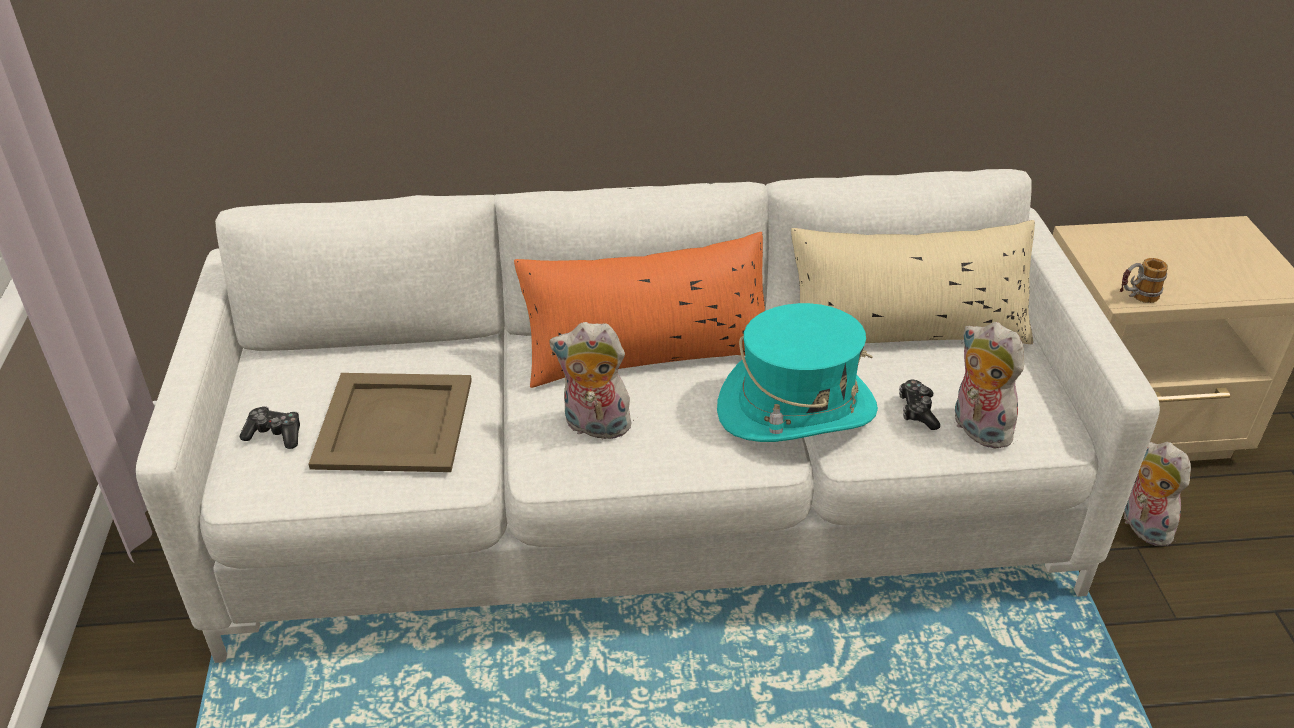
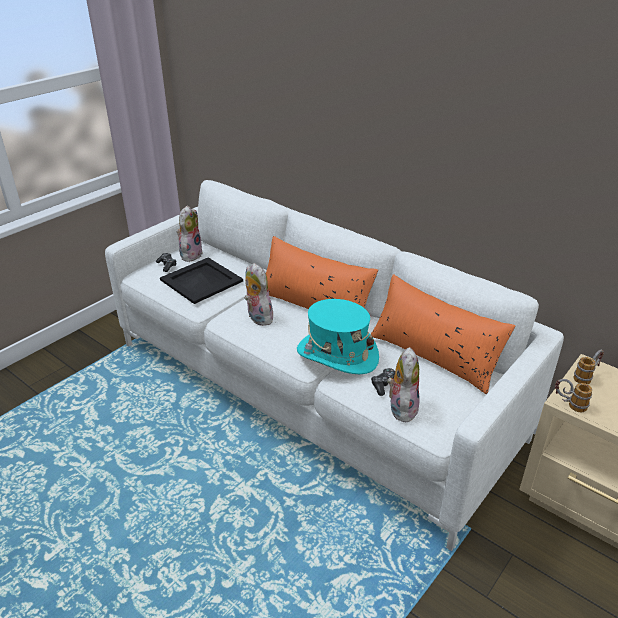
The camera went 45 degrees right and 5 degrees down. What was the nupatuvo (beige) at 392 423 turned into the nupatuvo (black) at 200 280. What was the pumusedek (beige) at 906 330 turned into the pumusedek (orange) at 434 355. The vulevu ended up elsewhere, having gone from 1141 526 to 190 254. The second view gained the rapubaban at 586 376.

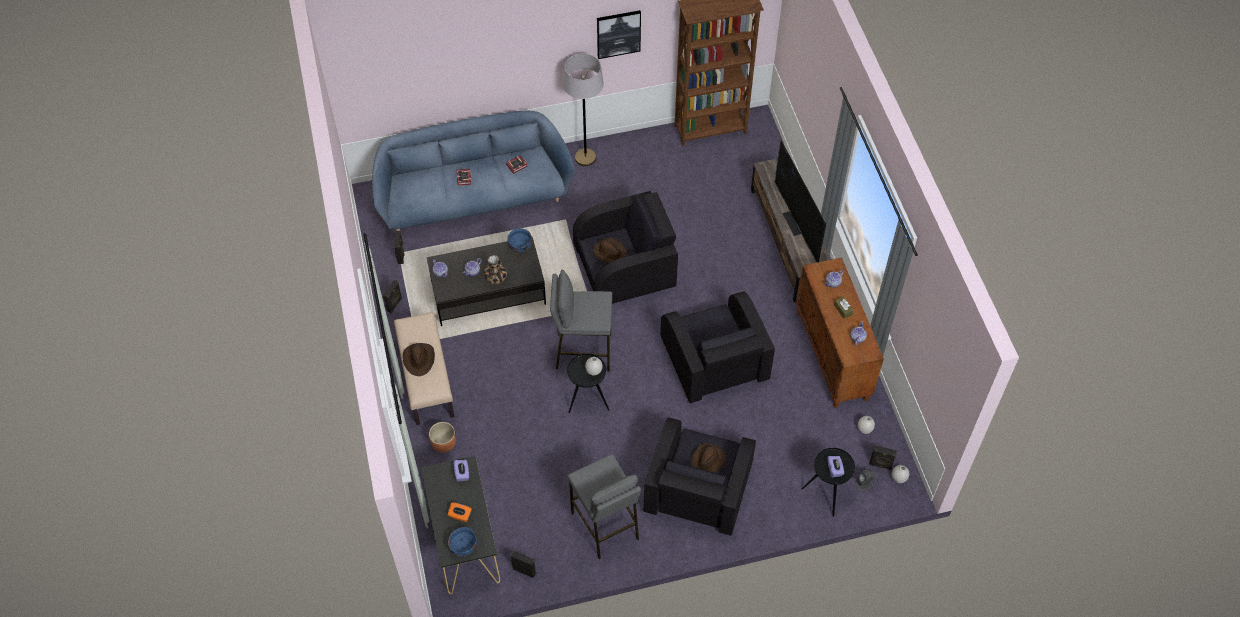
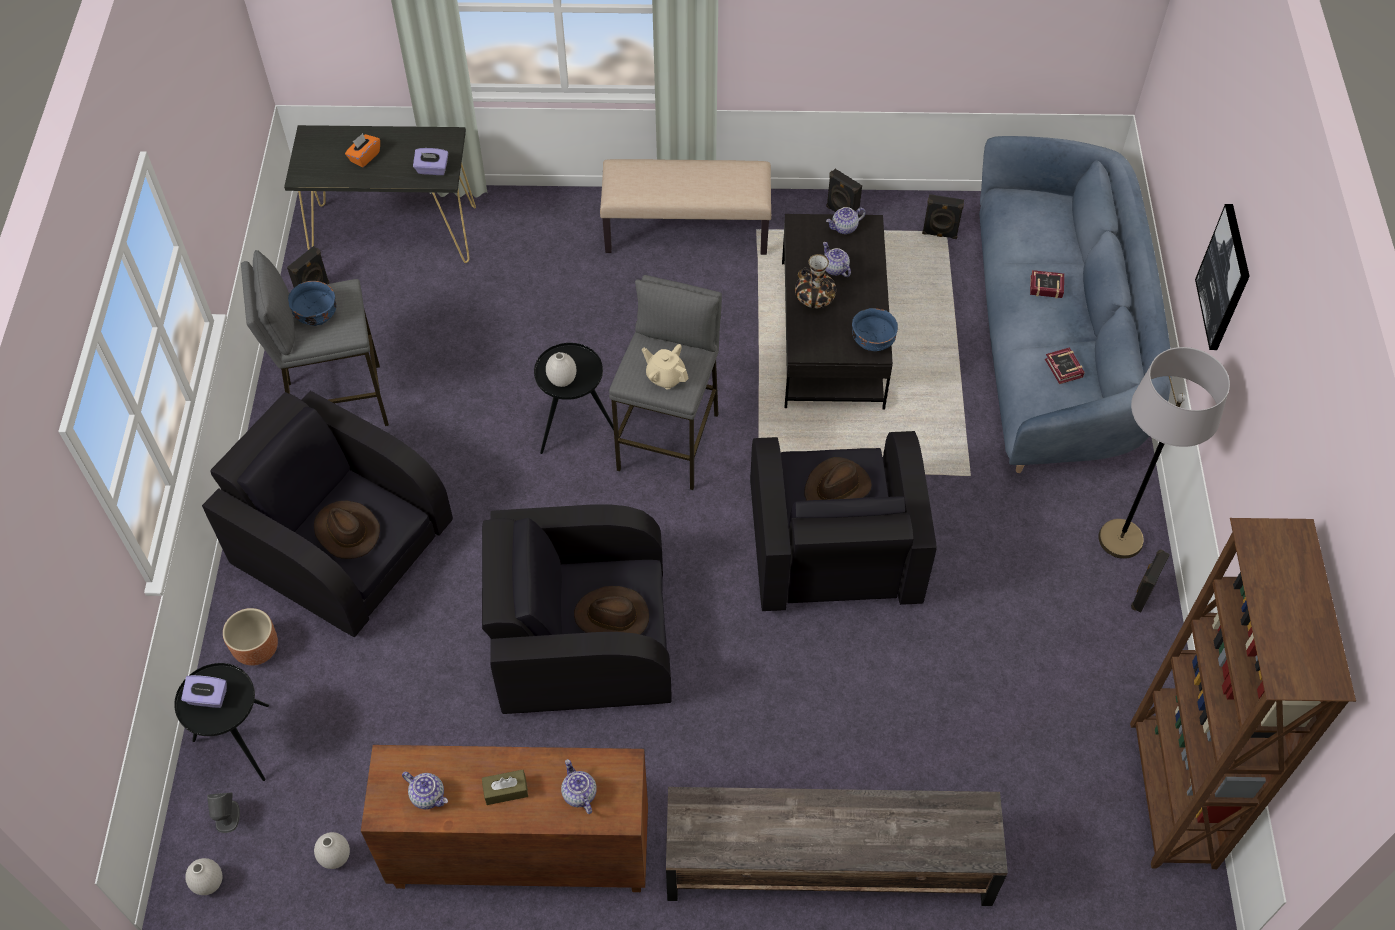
The camera went 105 degrees right and 0 degrees up. The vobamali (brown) ended up elsewhere, having gone from 419 359 to 612 617. The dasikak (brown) ended up elsewhere, having gone from 444 443 to 257 649. The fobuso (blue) ended up elsewhere, having gone from 464 547 to 316 316. The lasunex ended up elsewhere, having gone from 618 33 to 1225 278. The second view lost the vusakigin at 796 223. The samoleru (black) ended up elsewhere, having gone from 880 465 to 1142 594. The second view gained the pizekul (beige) at 665 377.

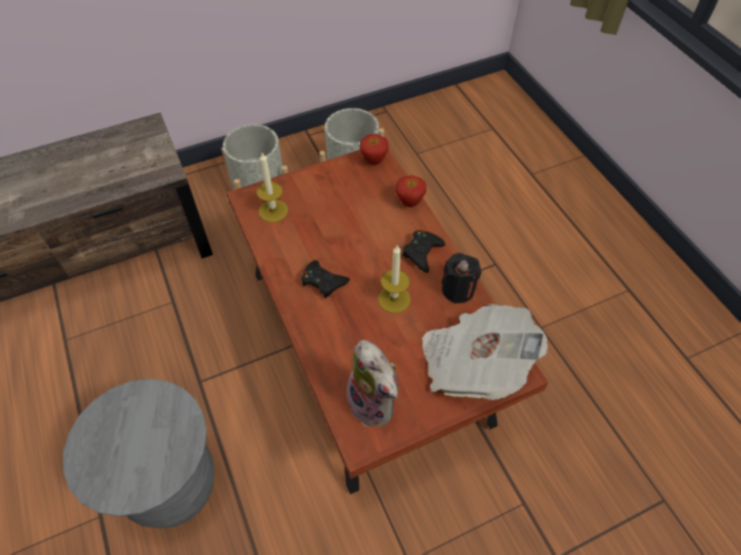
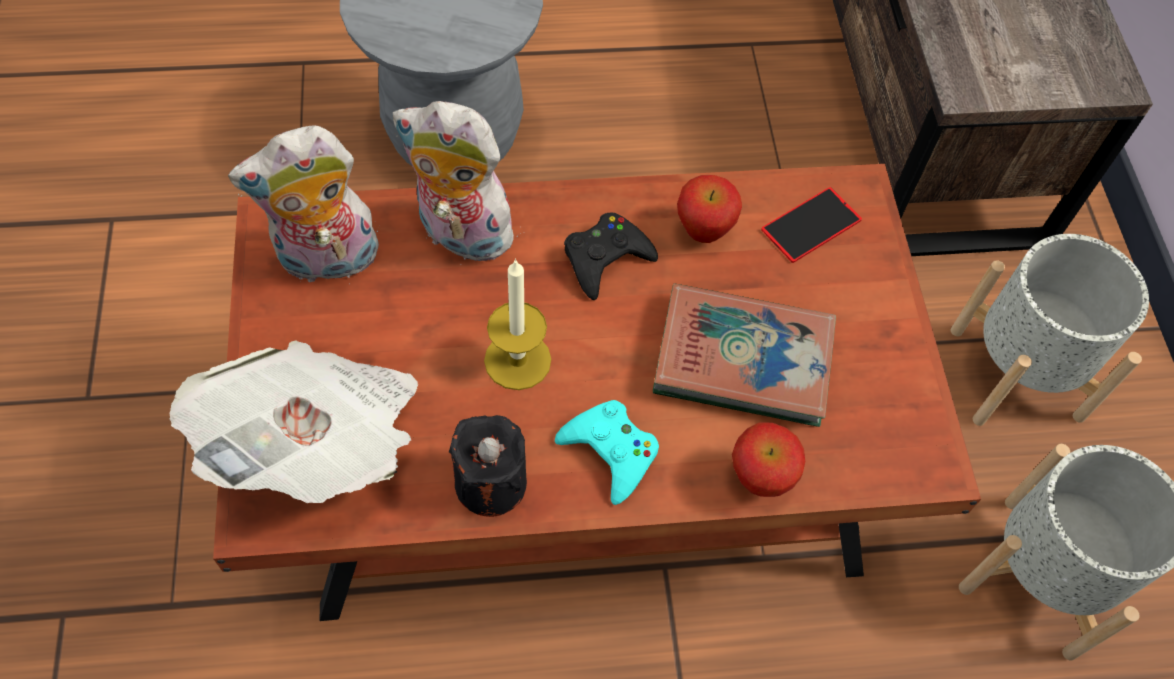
The camera went 105 degrees right and 5 degrees up. Where the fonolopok stood at 273 211, the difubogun came to stand at 811 225. The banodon ended up elsewhere, having gone from 374 161 to 703 232. What was the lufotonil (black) at 422 252 turned into the lufotonil (turquoise) at 610 452. The second view gained the vulevu at 460 235. The second view gained the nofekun at 743 360.

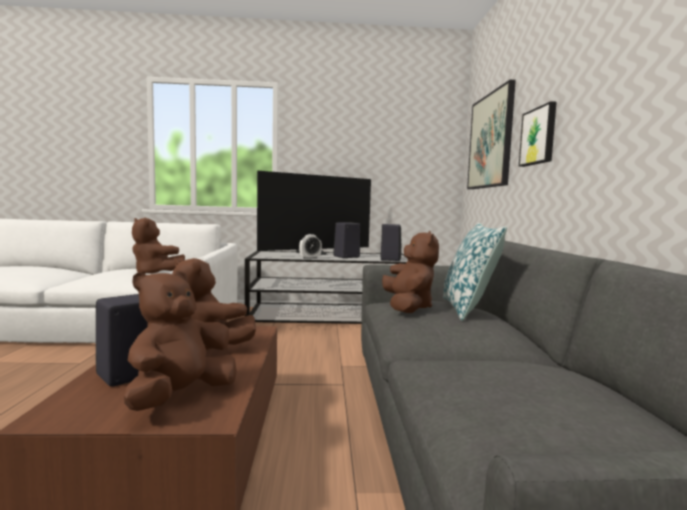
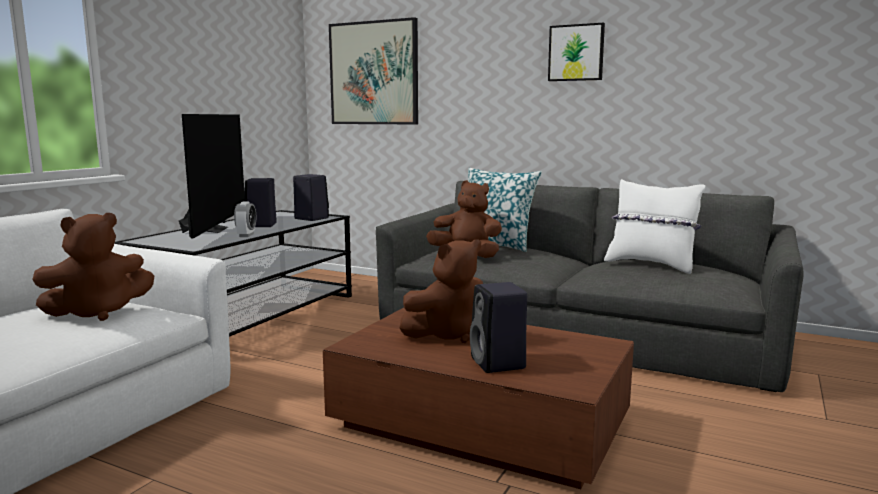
The camera went 60 degrees left and 5 degrees up. The second view lost the vulevu (brown) at 180 397. The lasunex ended up elsewhere, having gone from 539 136 to 576 53. The second view gained the pumusedek (white) at 651 265.

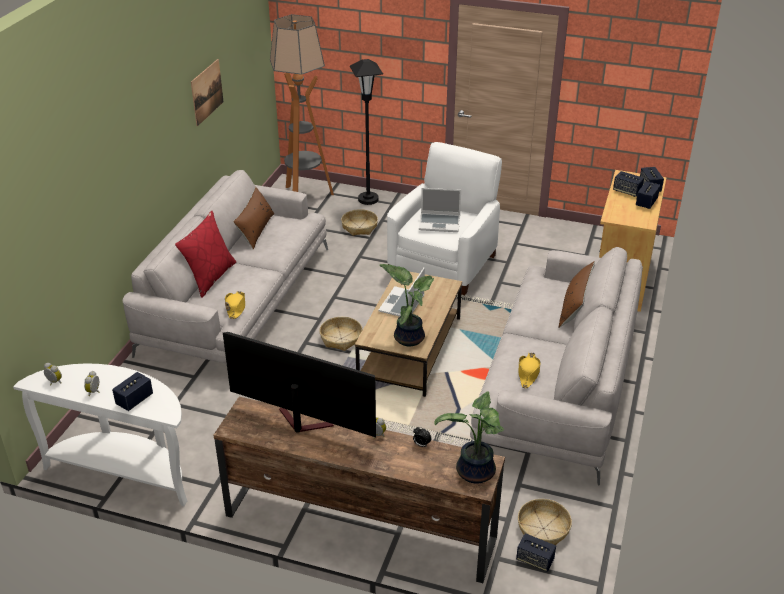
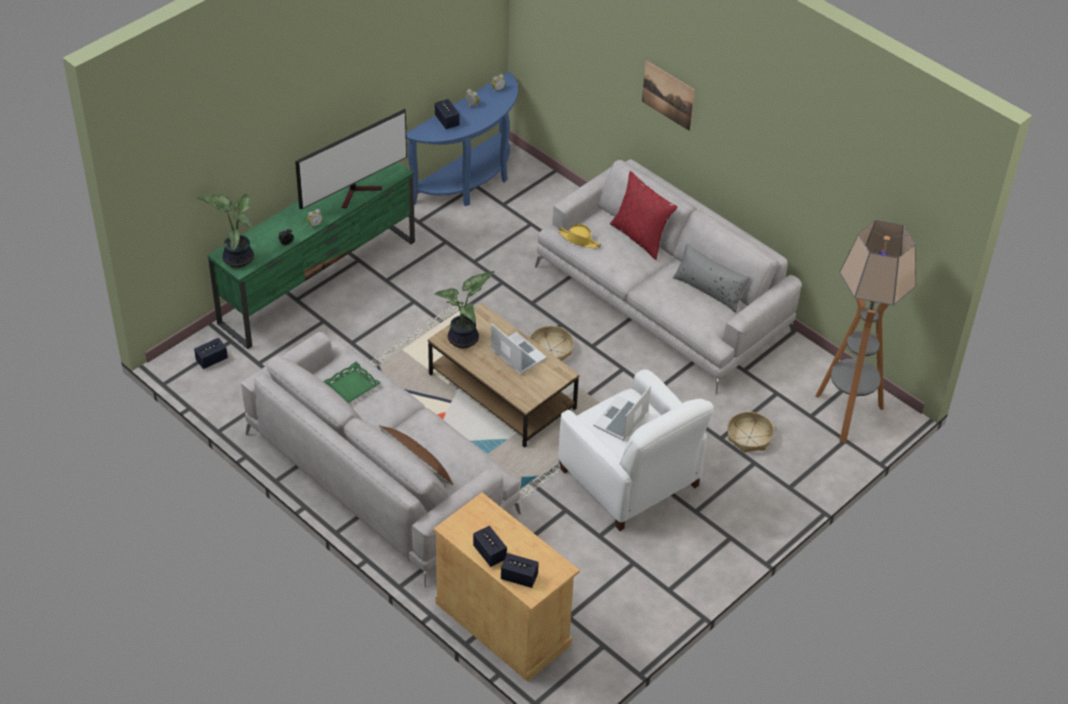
The camera went 115 degrees right and 10 degrees up. What was the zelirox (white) at 125 471 turned into the zelirox (blue) at 470 182. The lasunex ended up elsewhere, having gone from 207 92 to 668 95. What was the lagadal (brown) at 358 526 turned into the lagadal (green) at 319 282. What was the pumusedek (brown) at 255 230 turned into the pumusedek (grey) at 709 290. The second view lost the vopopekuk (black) at 368 199. Where the vobamali (yellow) stood at 528 373, the nupatuvo (green) came to stand at 351 386. The second view lost the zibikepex at 543 529. The second view lost the samoleru at 627 191.

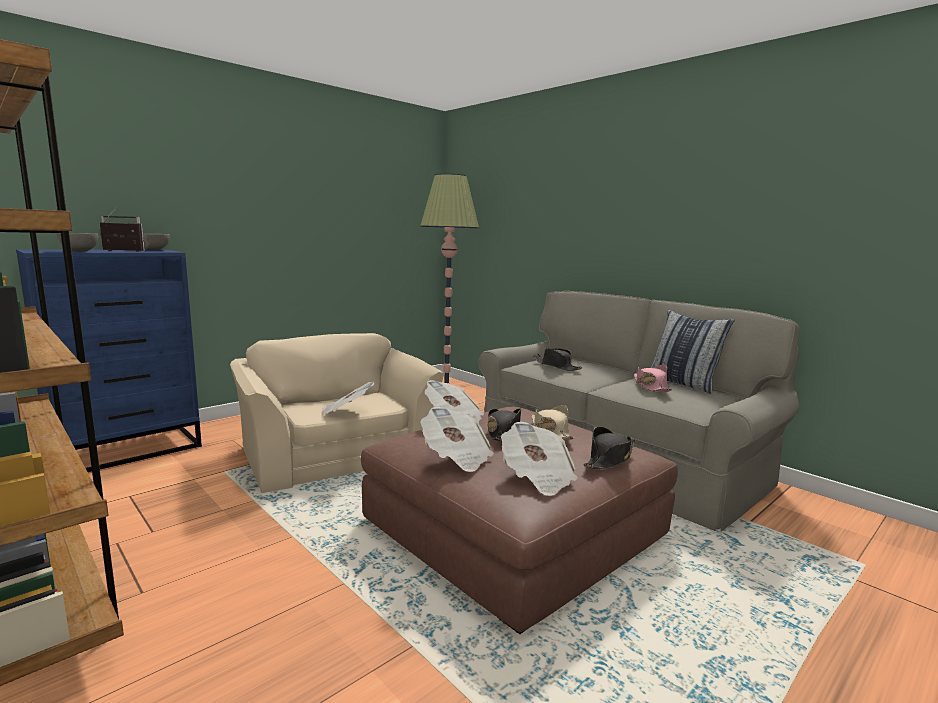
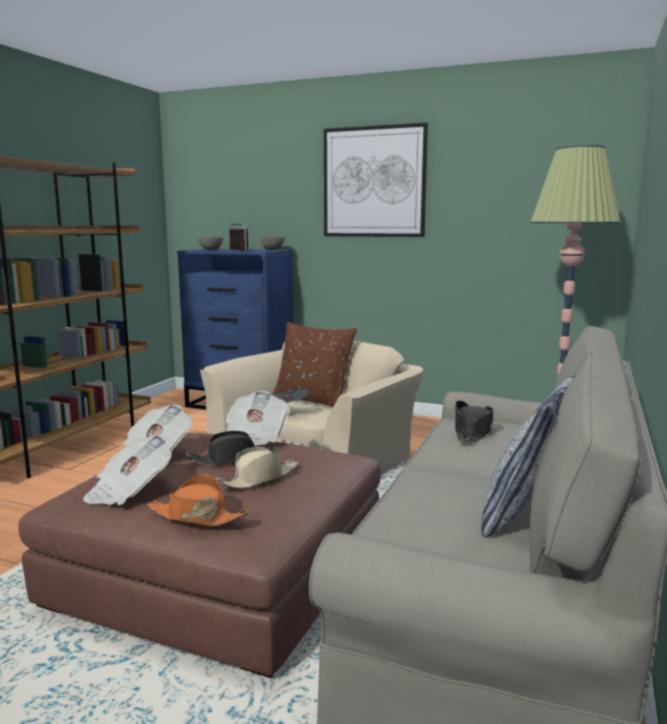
The camera went 65 degrees right and 0 degrees up. What was the vobamali (black) at 609 459 turned into the vobamali (orange) at 197 516. The second view lost the vobamali (pink) at 650 386. The second view gained the pumusedek (brown) at 313 400. The second view gained the lasunex at 374 182.

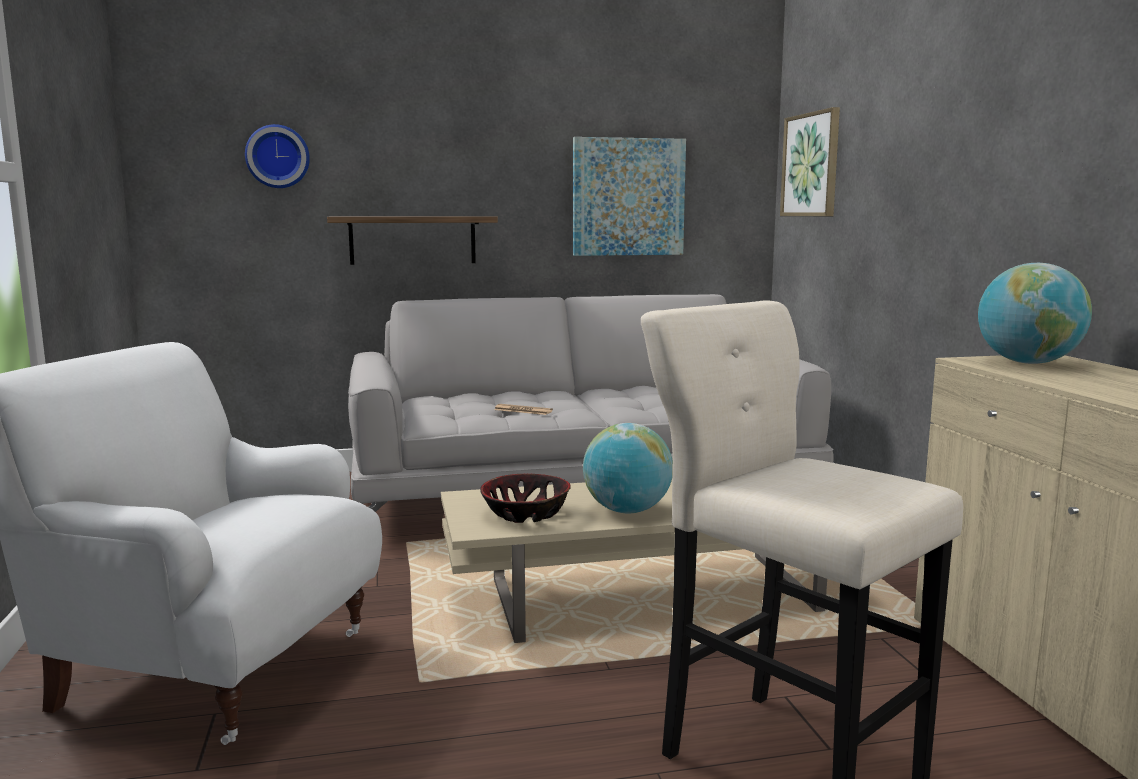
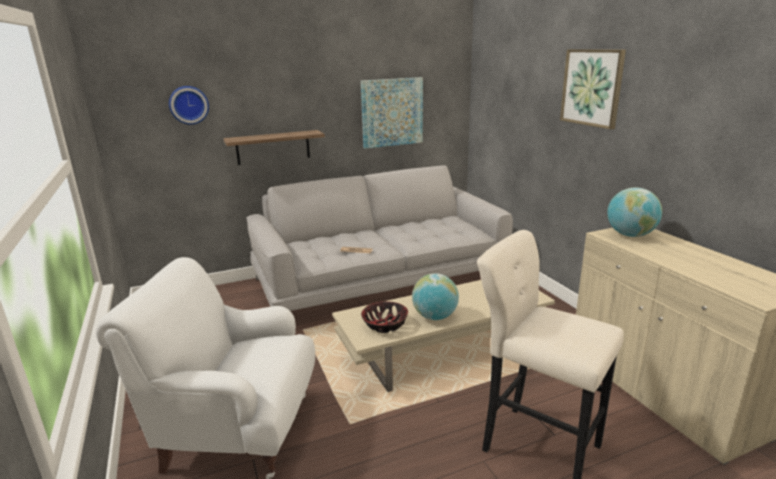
The camera went 10 degrees left and 10 degrees up. The lasunex ended up elsewhere, having gone from 811 165 to 592 87.

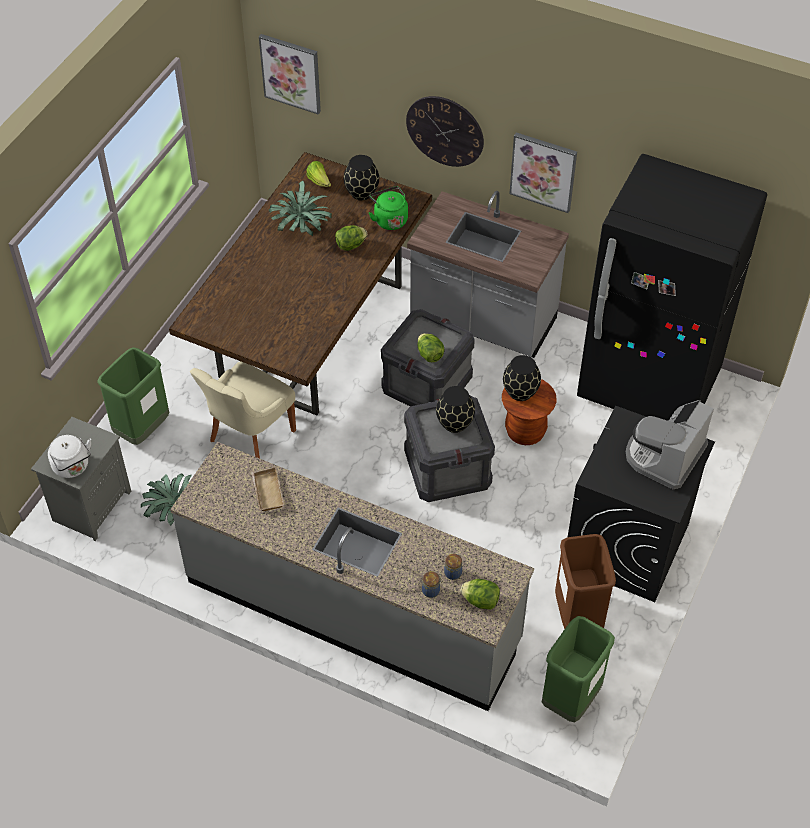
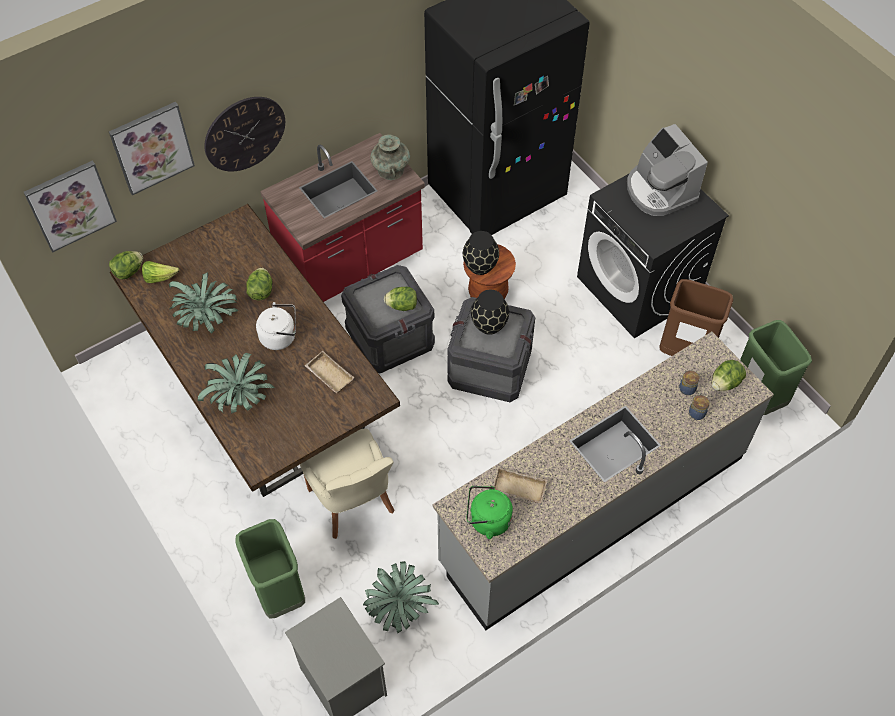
The camera went 60 degrees left and 5 degrees up. The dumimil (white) ended up elsewhere, having gone from 72 467 to 280 336. The second view lost the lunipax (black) at 361 192. The dumimil (green) ended up elsewhere, having gone from 389 219 to 487 520. What was the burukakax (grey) at 483 321 turned into the burukakax (red) at 351 264. The lasunex ended up elsewhere, having gone from 543 171 to 152 147. The second view gained the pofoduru at 128 271. The second view gained the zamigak at 240 396. The second view gained the nupatuvo (beige) at 328 375. The second view gained the lunipax (turquoise) at 390 170.

